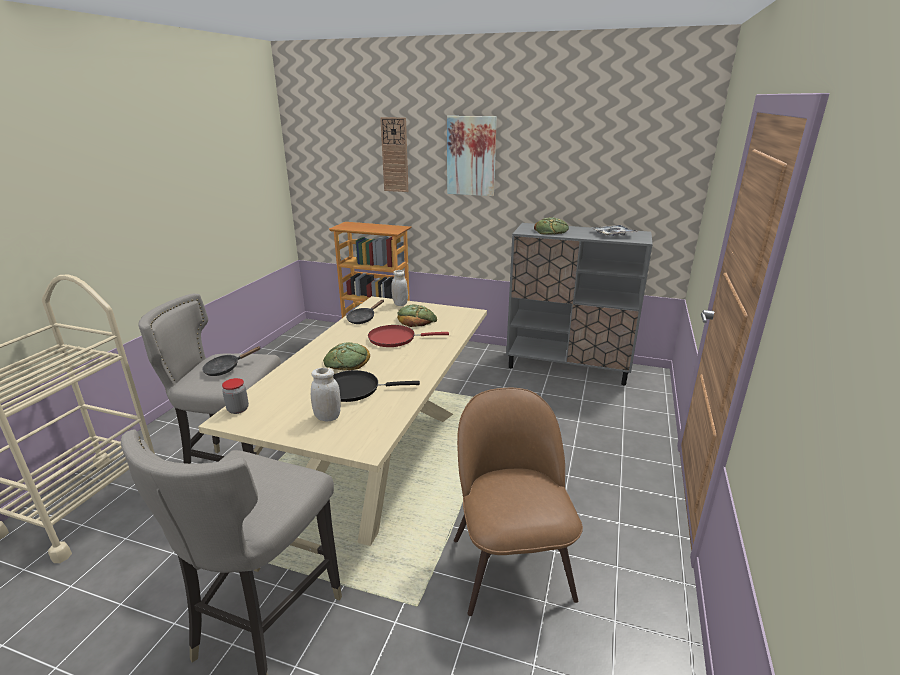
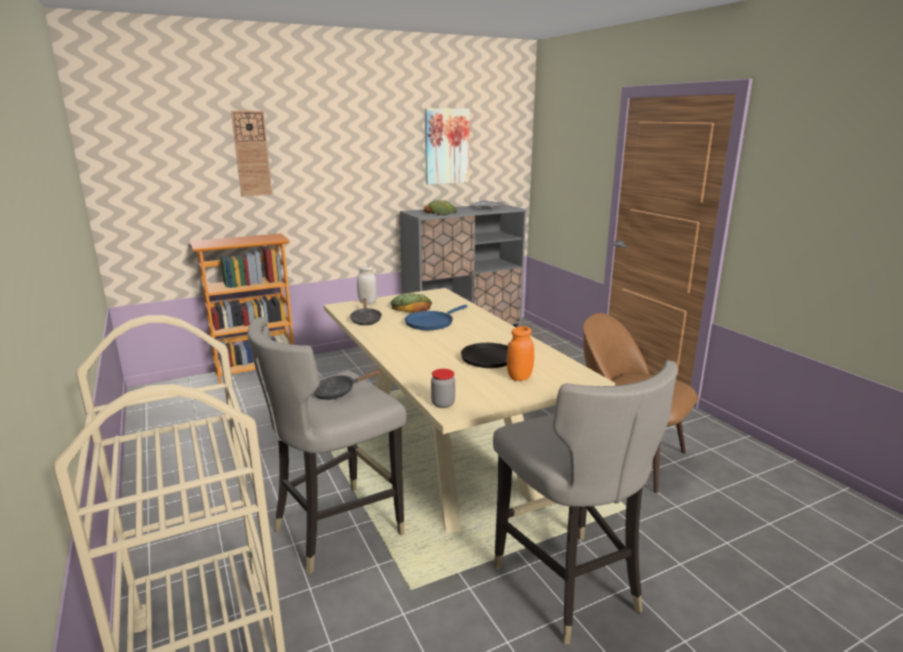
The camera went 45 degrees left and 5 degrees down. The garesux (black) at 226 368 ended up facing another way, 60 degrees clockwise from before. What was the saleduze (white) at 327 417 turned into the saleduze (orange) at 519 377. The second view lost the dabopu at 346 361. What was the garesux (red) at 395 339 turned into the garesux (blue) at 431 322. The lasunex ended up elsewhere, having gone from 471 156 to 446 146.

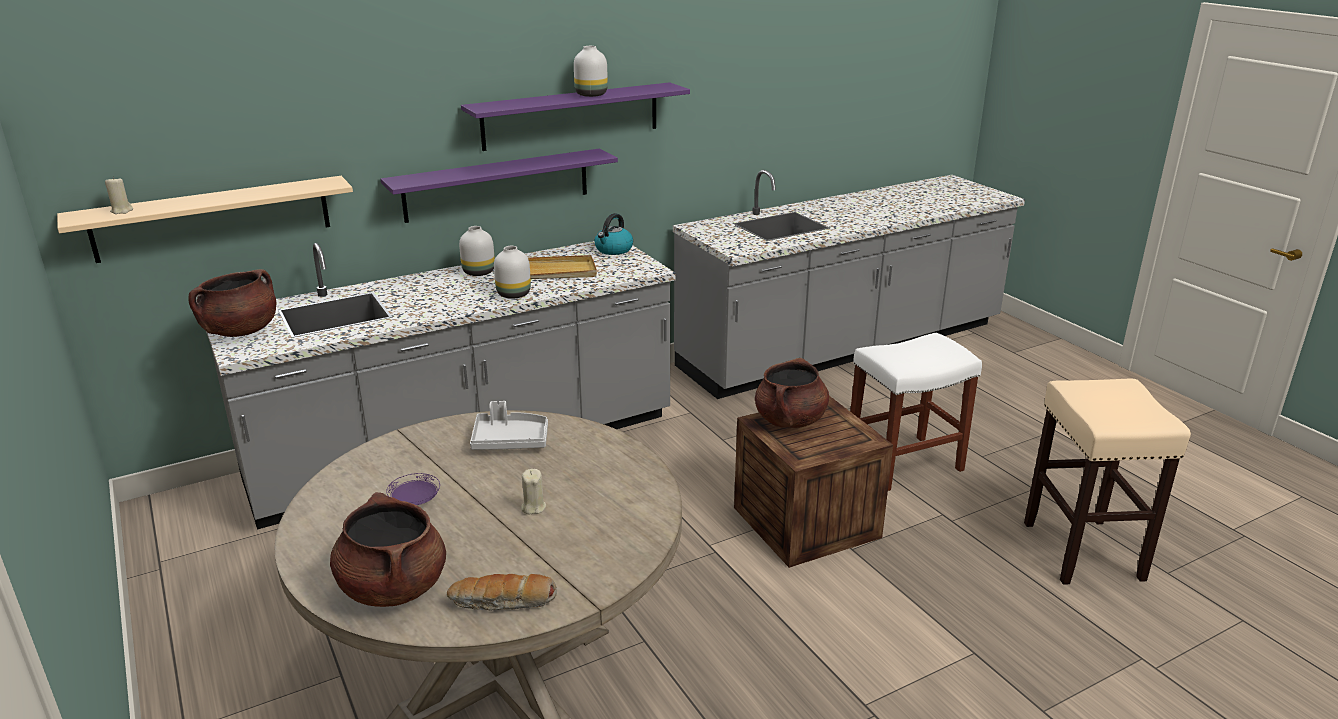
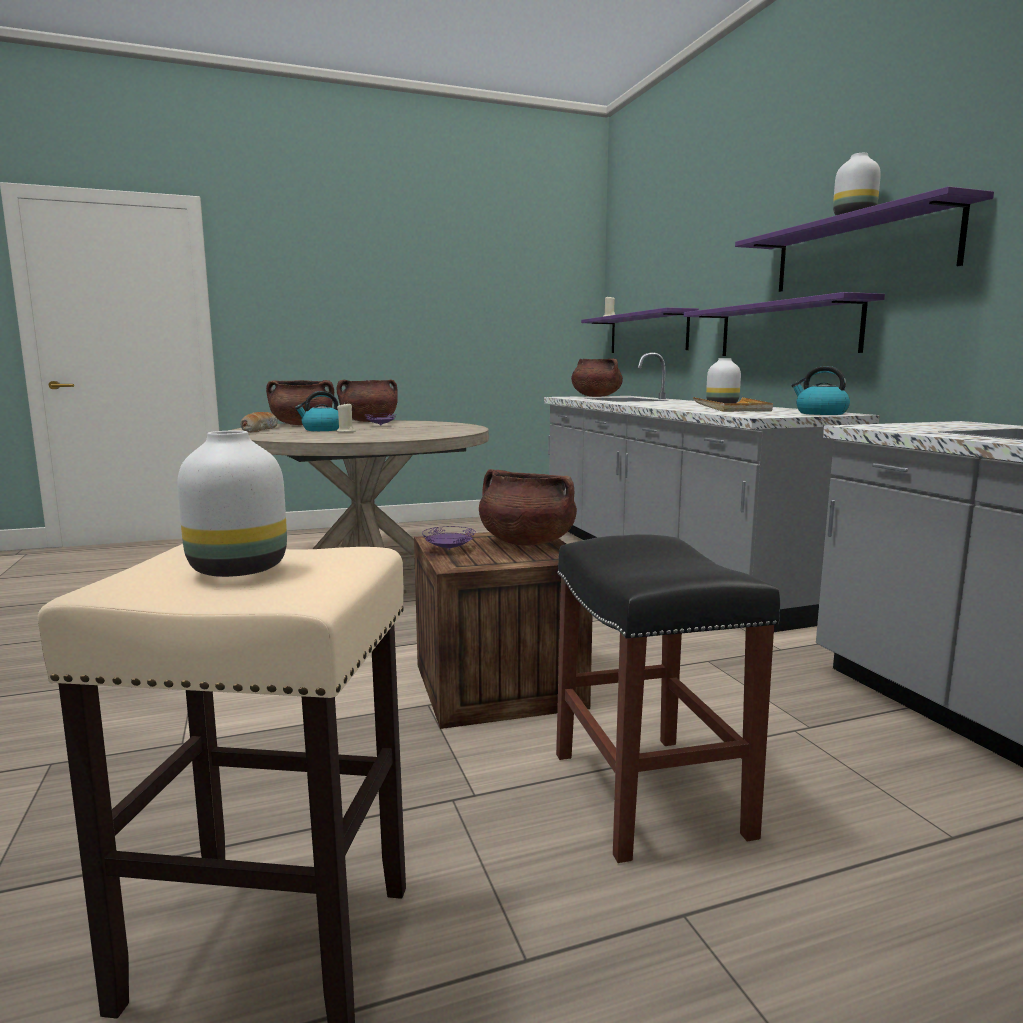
The camera went 100 degrees right and 15 degrees down. What was the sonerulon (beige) at 213 218 turned into the sonerulon (purple) at 647 333. The second view lost the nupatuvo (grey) at 510 440. The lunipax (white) ended up elsewhere, having gone from 514 294 to 236 570. What was the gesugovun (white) at 905 462 turned into the gesugovun (black) at 650 795. The second view gained the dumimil at 322 430. The second view gained the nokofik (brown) at 369 421. The second view gained the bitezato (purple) at 448 549.

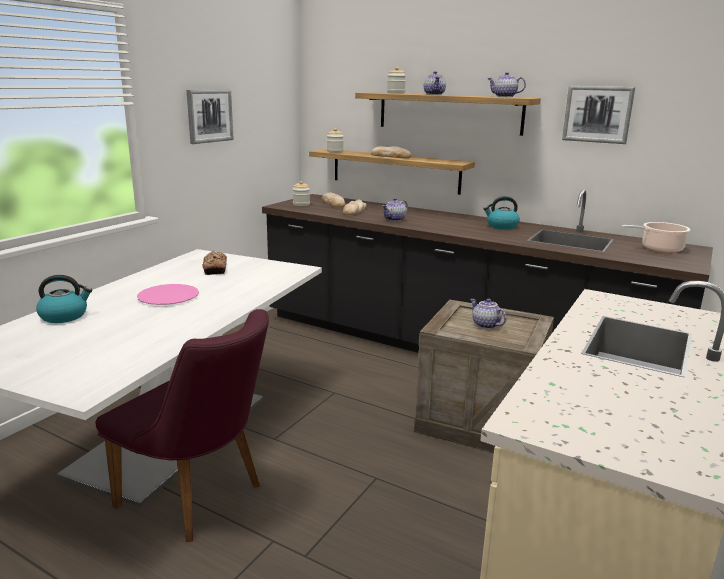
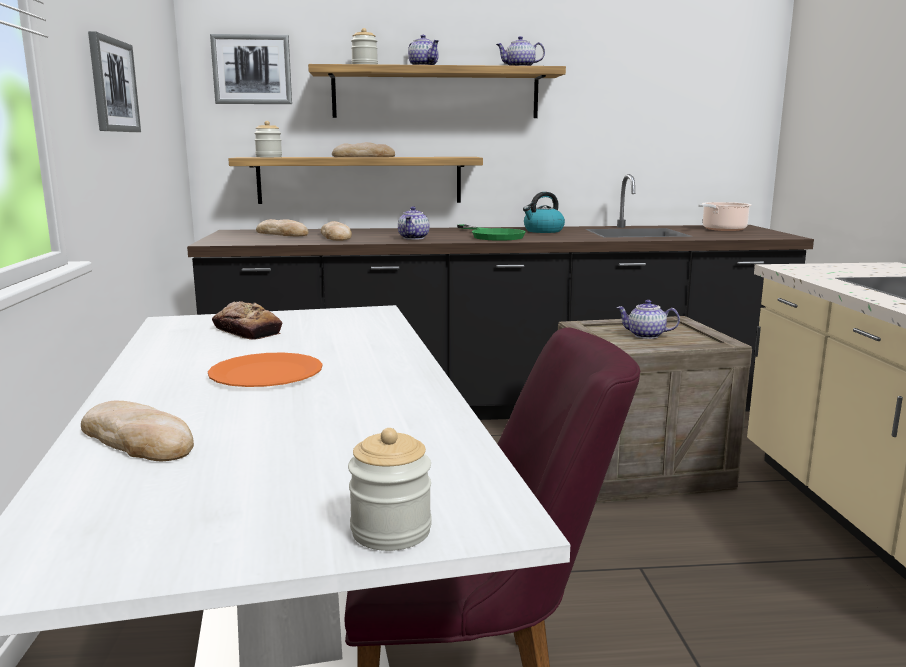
The camera went 35 degrees left and 5 degrees down. Where the dumimil stood at 64 316, the dabopu came to stand at 139 440. What was the bitezato (pink) at 168 296 turned into the bitezato (orange) at 266 373. The saleduze ended up elsewhere, having gone from 301 204 to 391 531. The lasunex ended up elsewhere, having gone from 597 114 to 252 69. The second view gained the garesux (green) at 493 236.

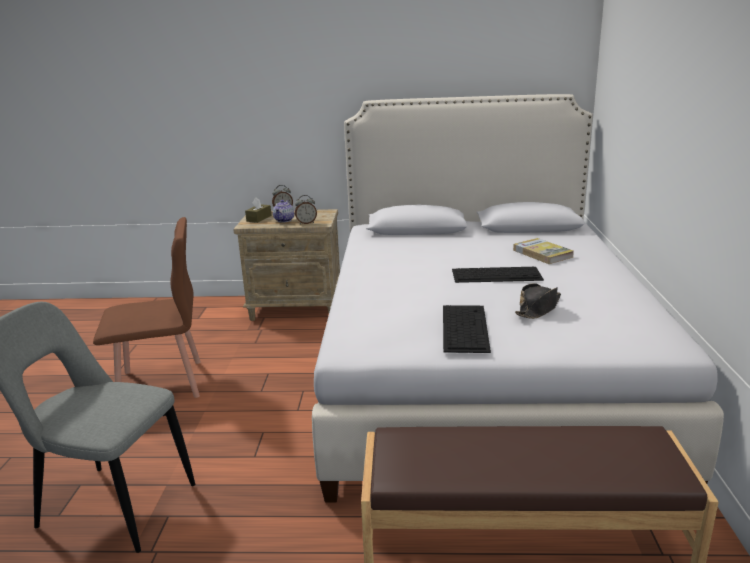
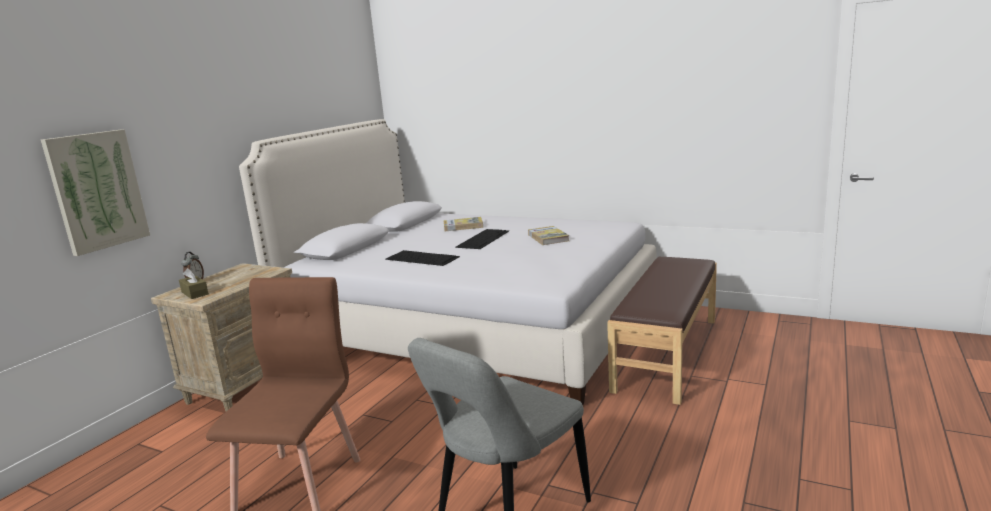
The camera went 65 degrees left and 5 degrees down. The second view lost the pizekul at 284 220. The second view lost the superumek at 306 223. The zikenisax ended up elsewhere, having gone from 464 327 to 421 258. Where the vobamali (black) stood at 538 309, the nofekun came to stand at 548 238. The second view gained the lasunex at 97 191.

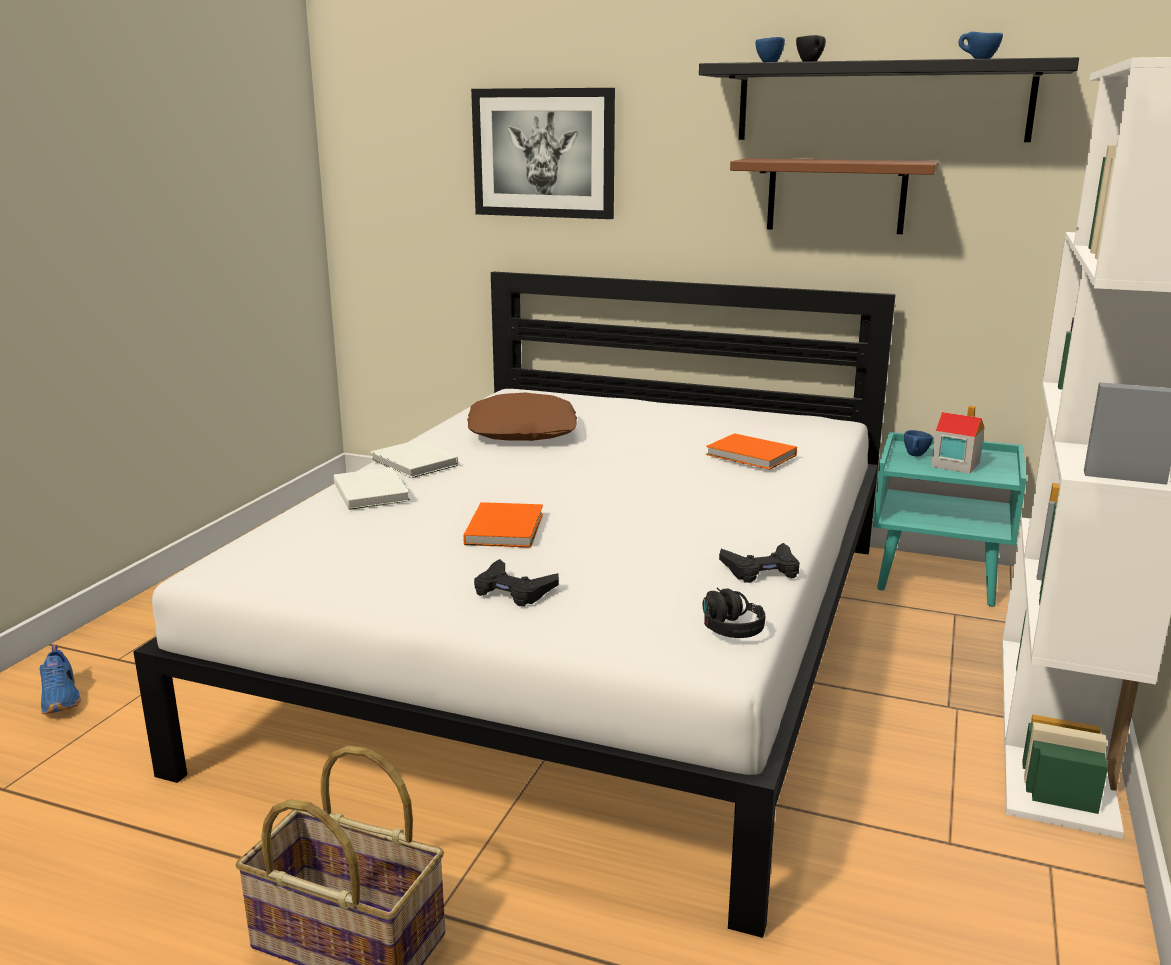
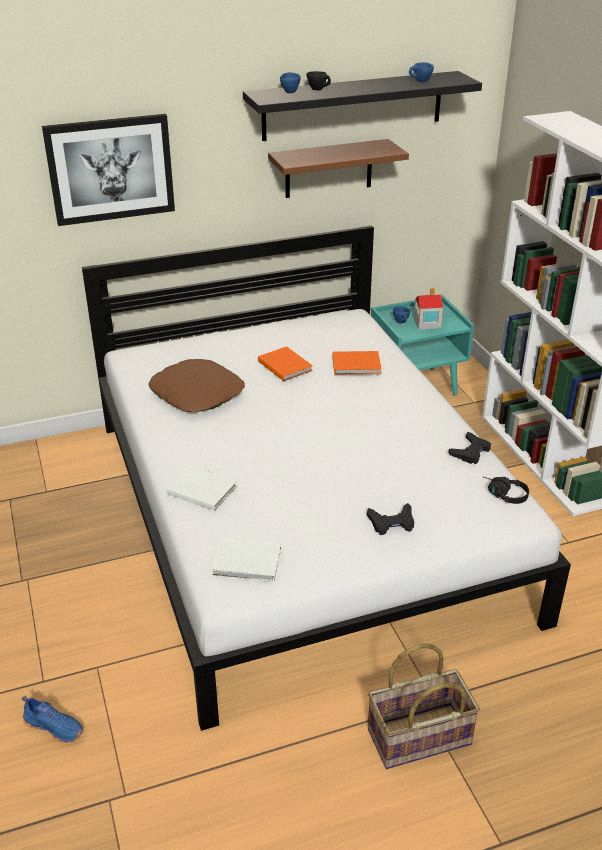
The camera went 40 degrees left and 15 degrees up. The nofekun (white) ended up elsewhere, having gone from 414 463 to 248 563. The nofekun (orange) ended up elsewhere, having gone from 506 528 to 285 365.

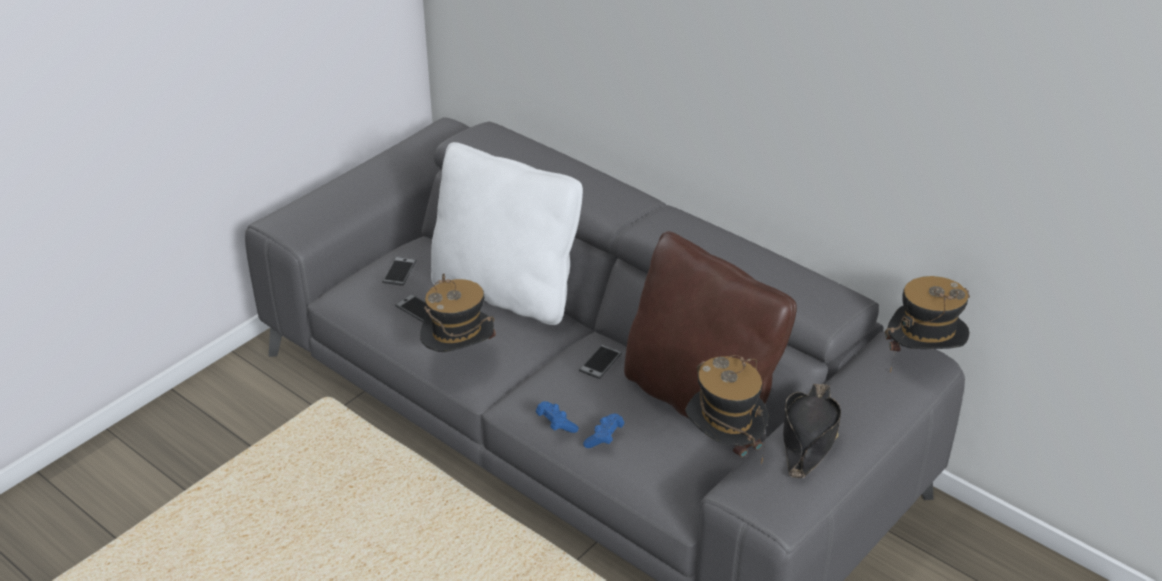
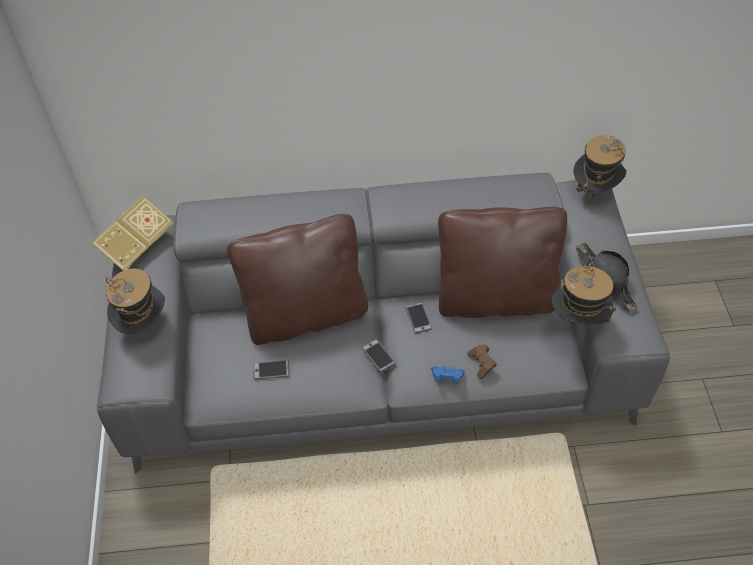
The camera went 45 degrees left and 15 degrees up. The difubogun ended up elsewhere, having gone from 399 272 to 378 356. The vobamali ended up elsewhere, having gone from 459 359 to 143 325. What was the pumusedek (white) at 506 292 turned into the pumusedek (brown) at 305 314. What was the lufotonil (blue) at 604 438 turned into the lufotonil (brown) at 481 364. The second view gained the nofekun at 136 246.

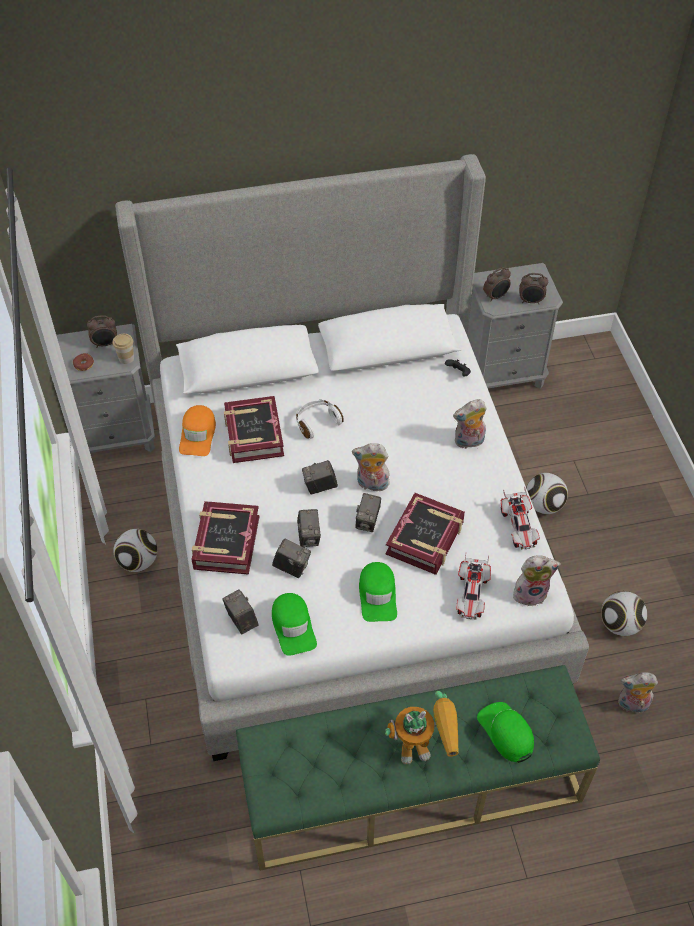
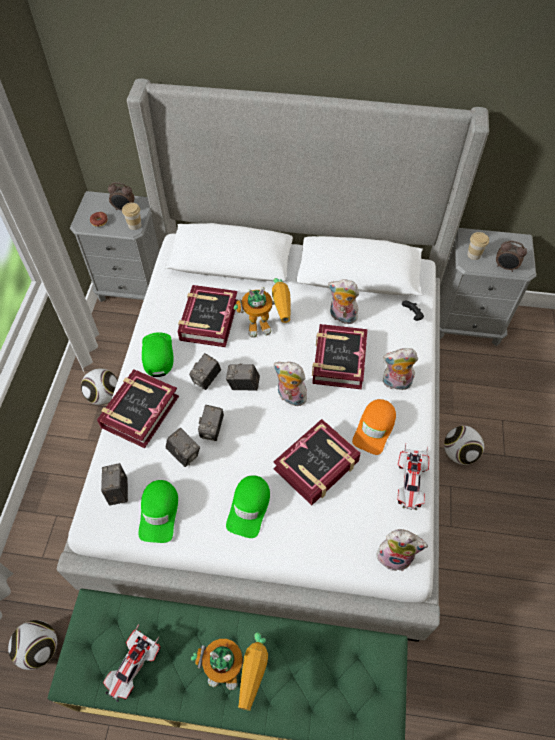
The camera went 20 degrees right and 5 degrees up. The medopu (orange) ended up elsewhere, having gone from 198 434 to 374 428. Where the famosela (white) stood at 317 422, the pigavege came to stand at 267 325. The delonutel ended up elsewhere, having gone from 368 521 to 206 379. The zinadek ended up elsewhere, having gone from 471 594 to 134 666. The medopu (green) ended up elsewhere, having gone from 506 733 to 157 355. Where the superumek stood at 496 297, the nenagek came to stand at 474 254. The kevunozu ended up elsewhere, having gone from 620 624 to 40 648. The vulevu ended up elsewhere, having gone from 632 705 to 341 317. The second view gained the nofekun at 338 360.

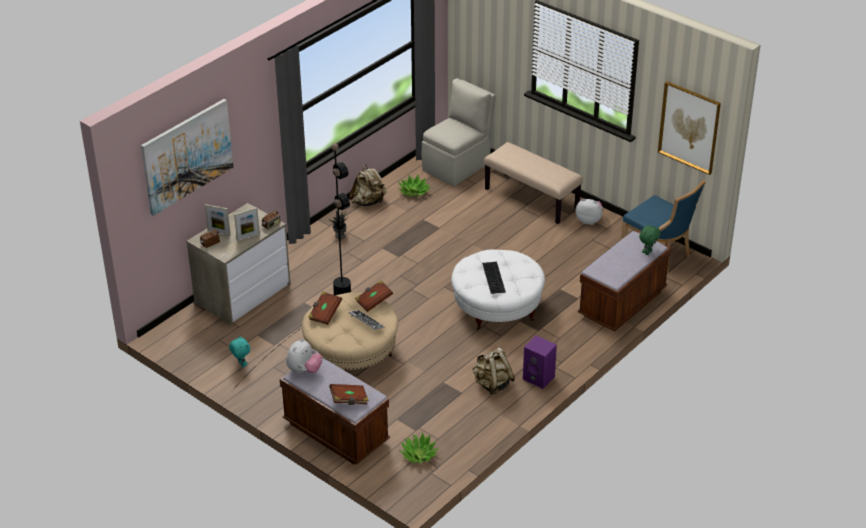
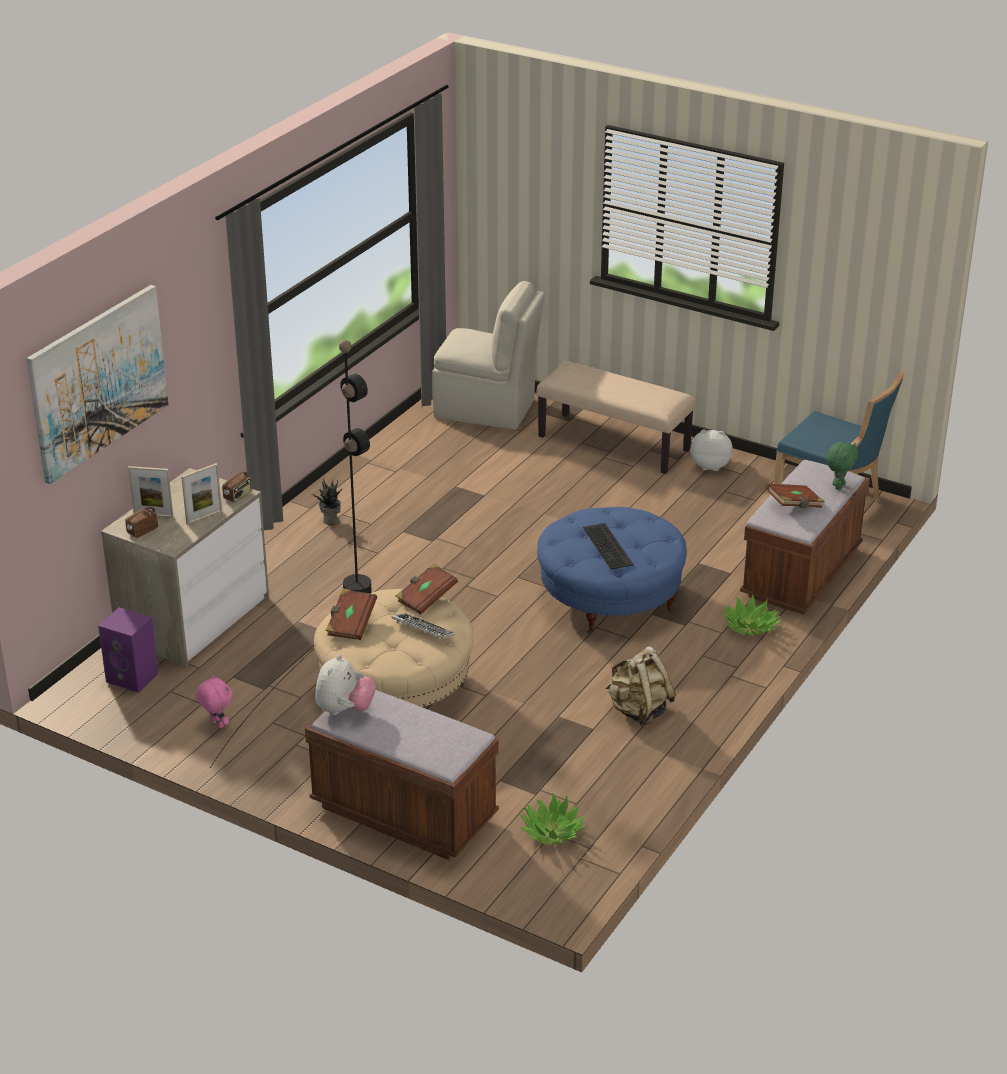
The camera went 10 degrees left and 5 degrees down. What was the vulevu (turquoise) at 241 364 turned into the vulevu (pink) at 216 724. The nofekun (brown) ended up elsewhere, having gone from 349 400 to 794 505. The second view lost the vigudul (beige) at 368 202. The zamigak ended up elsewhere, having gone from 414 192 to 750 627. The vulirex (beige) at 457 166 ended up facing another way, 75 degrees clockwise from before. What was the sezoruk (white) at 497 307 turned into the sezoruk (blue) at 610 598. The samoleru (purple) ended up elsewhere, having gone from 539 378 to 134 677. The second view lost the lasunex at 689 127.

